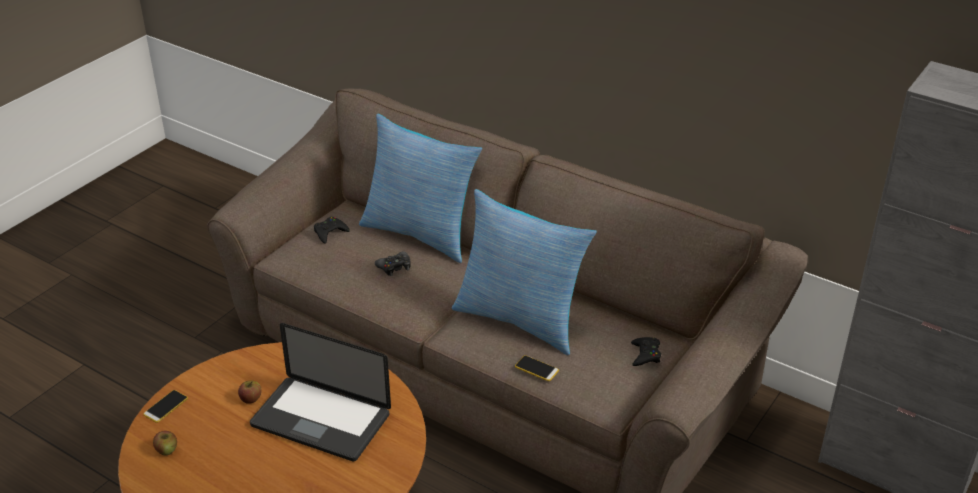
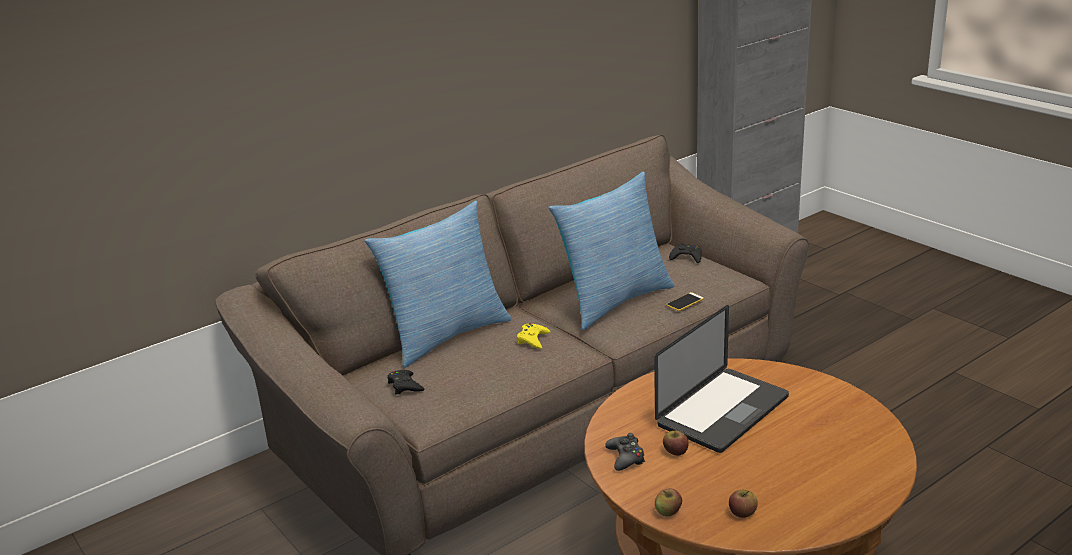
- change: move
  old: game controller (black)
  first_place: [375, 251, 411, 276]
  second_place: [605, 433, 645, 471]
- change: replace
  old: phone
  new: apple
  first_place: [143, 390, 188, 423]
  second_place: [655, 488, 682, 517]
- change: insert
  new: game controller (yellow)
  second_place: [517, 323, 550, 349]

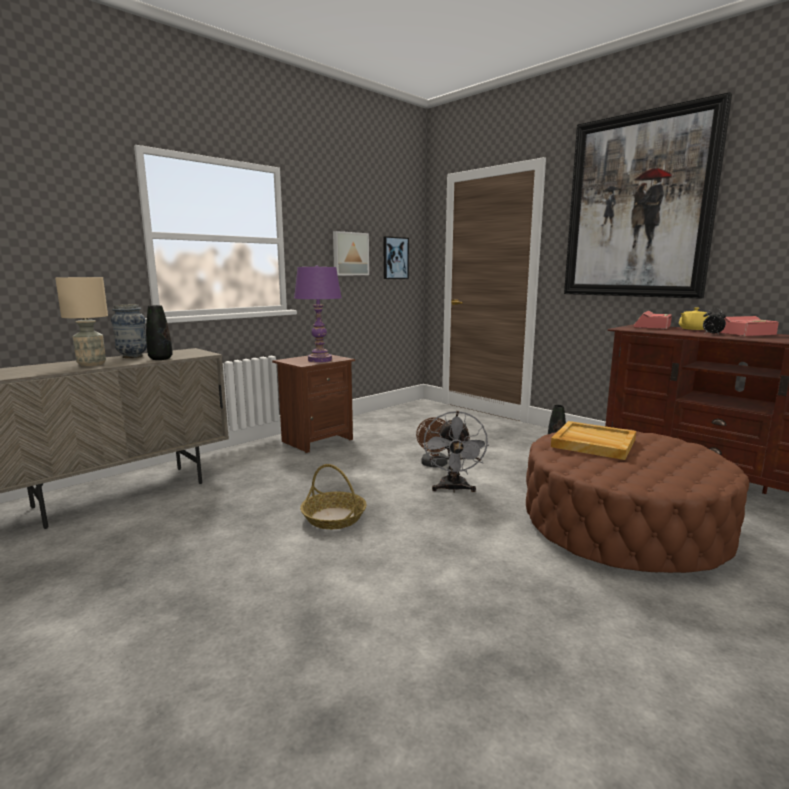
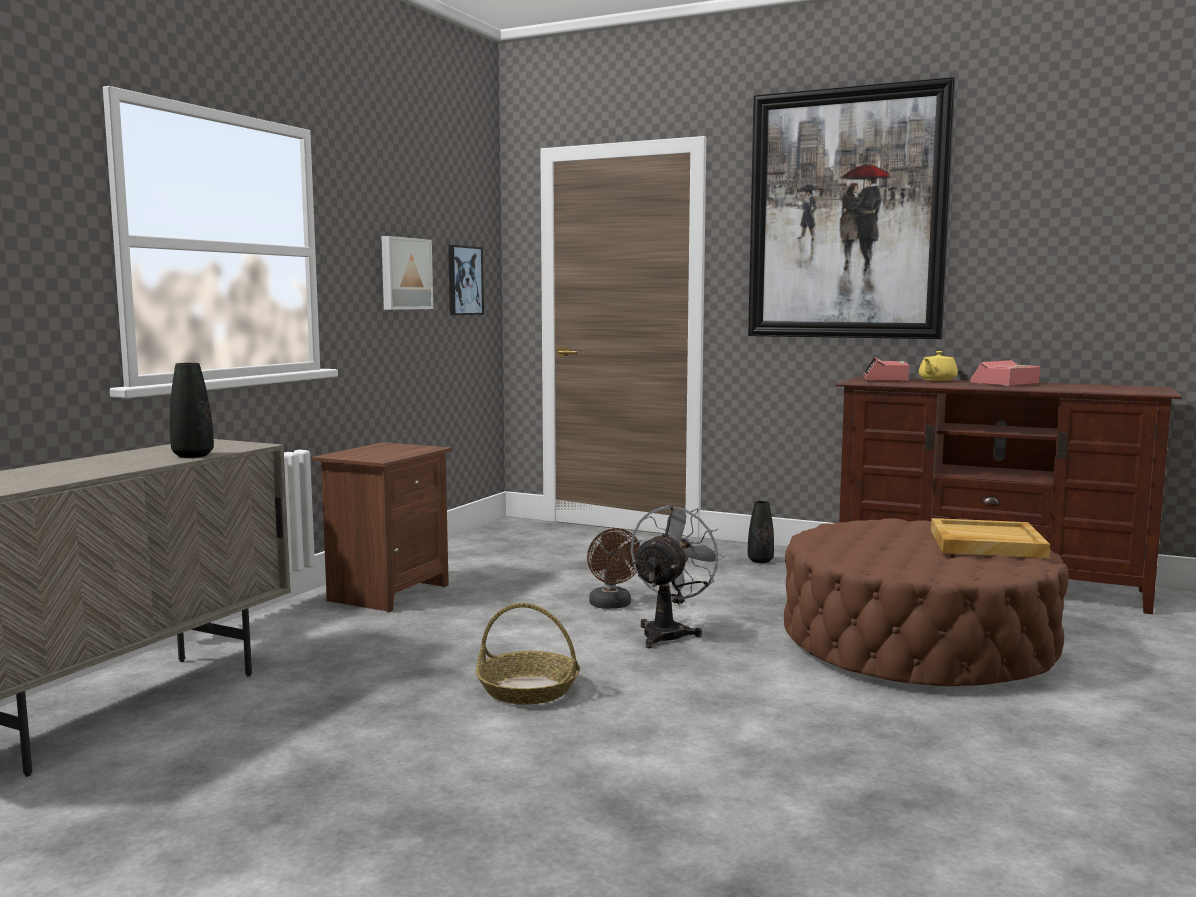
- change: delete
  old: table lamp (purple)
  first_place: [294, 266, 342, 362]
- change: delete
  old: table lamp (beige)
  first_place: [55, 277, 108, 366]
- change: delete
  old: vase
  first_place: [111, 304, 147, 358]
- change: delete
  old: alarm clock
  first_place: [703, 308, 726, 334]
- change: rotate
  old: fan (grey)
  first_place: [424, 411, 489, 493]
  second_place: [631, 504, 725, 648]
  degrees: -135
- change: move
  old: tray (beige)
  first_place: [551, 421, 636, 460]
  second_place: [931, 518, 1050, 558]

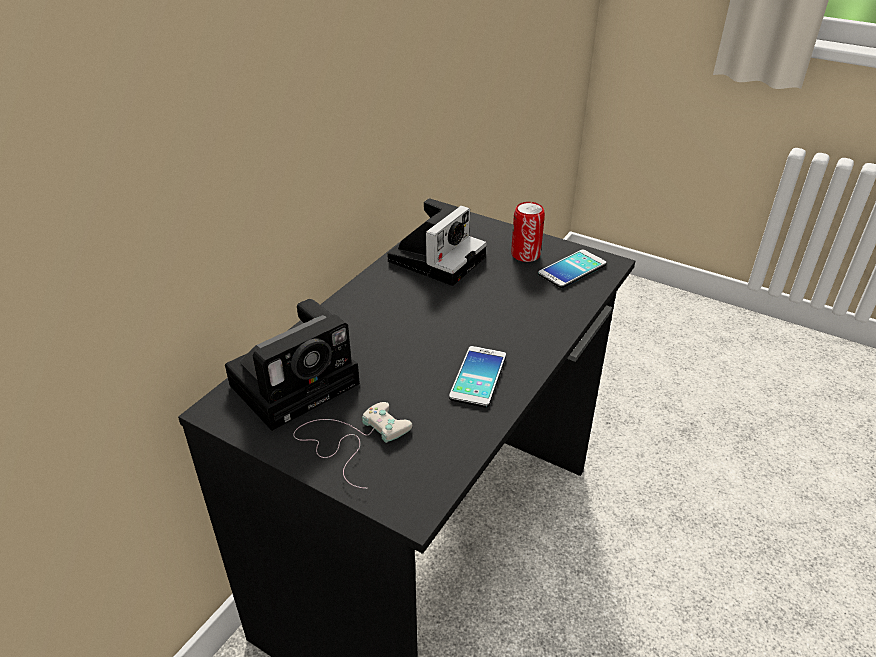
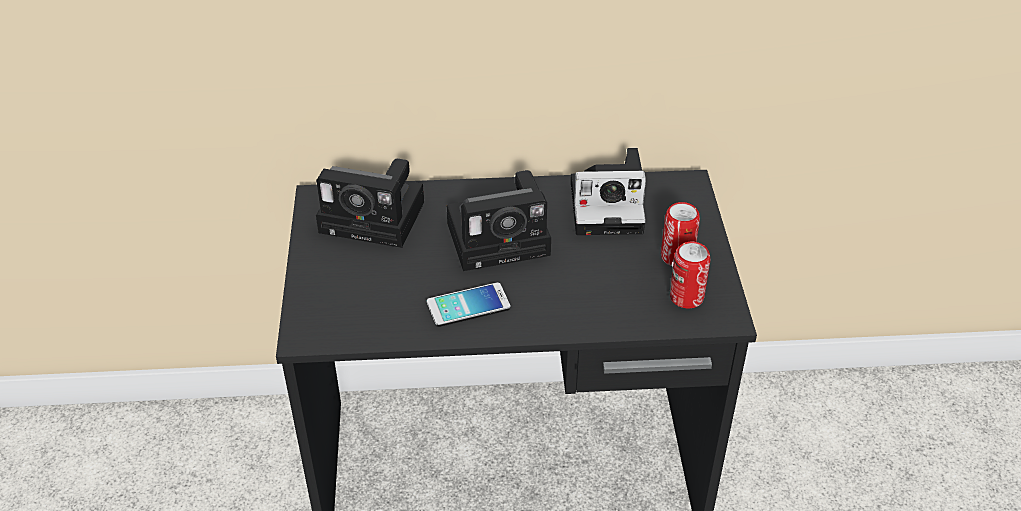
- change: replace
  old: phone
  new: can
  first_place: [538, 249, 606, 288]
  second_place: [670, 242, 710, 308]
- change: delete
  old: game controller (white)
  first_place: [293, 402, 412, 489]
- change: insert
  new: photo camera
  second_place: [446, 170, 551, 271]

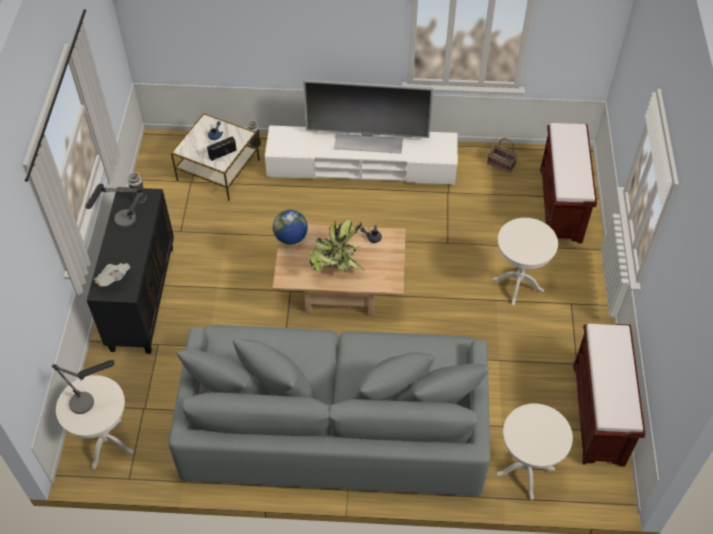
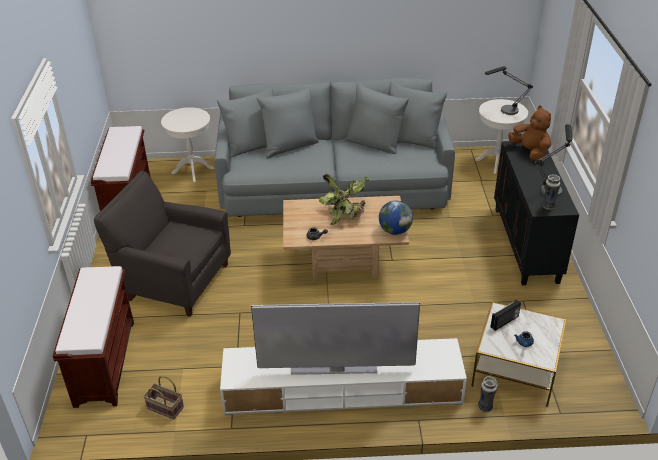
- change: replace
  old: side table (white)
  new: armchair (grey)
  first_place: [492, 218, 558, 306]
  second_place: [94, 171, 231, 317]
- change: replace
  old: newspaper
  new: plush toy (brown)
  first_place: [94, 263, 131, 286]
  second_place: [508, 106, 551, 161]

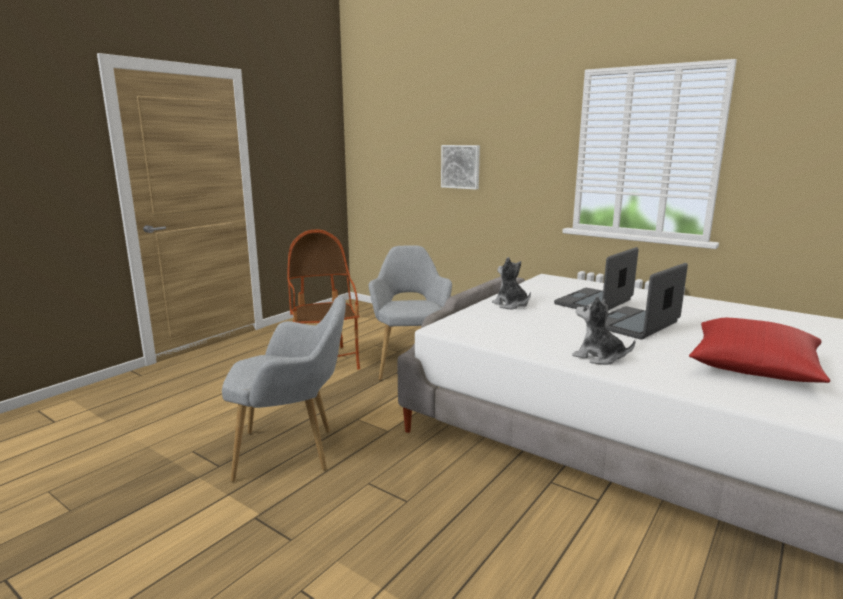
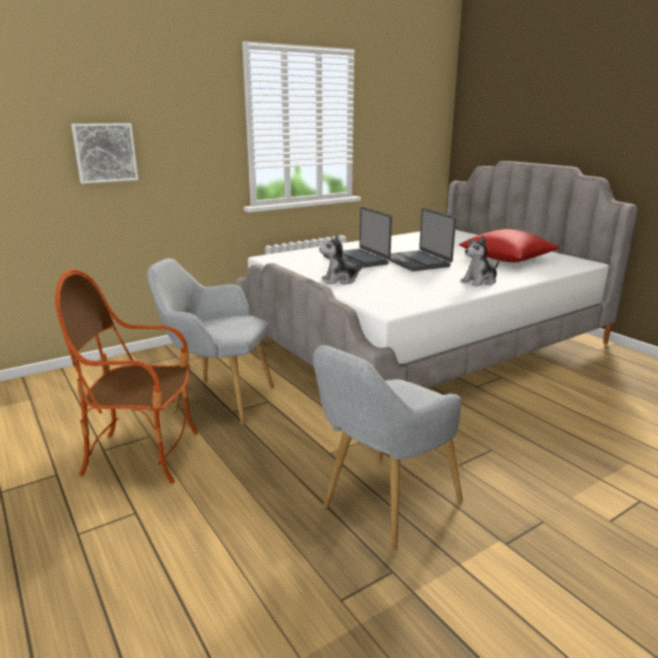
- change: rotate
  old: armchair (grey)
  first_place: [222, 296, 346, 482]
  second_place: [313, 345, 463, 551]
  degrees: -150

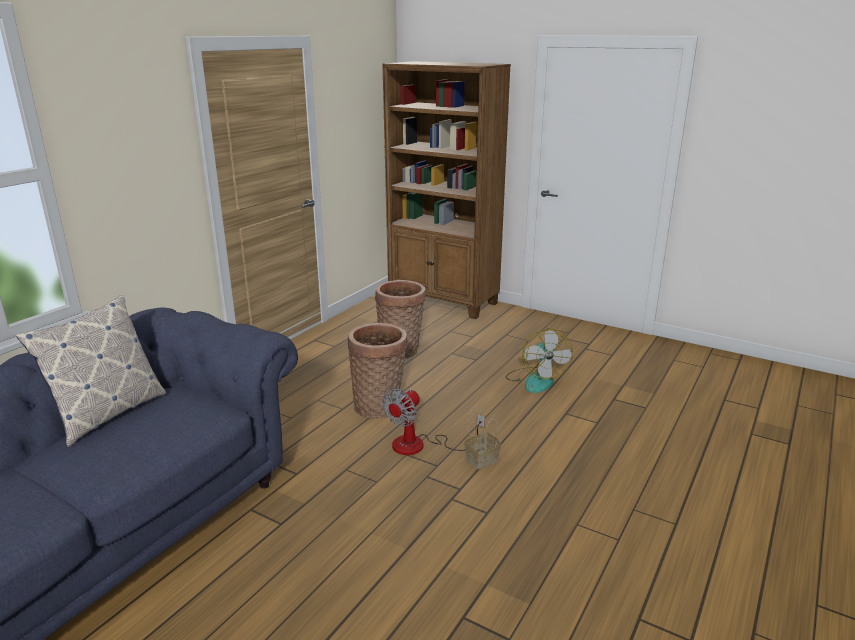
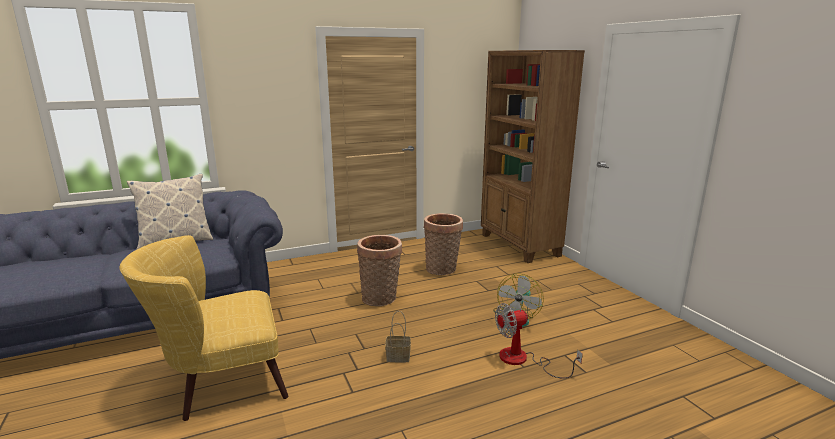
- change: move
  old: fan
  first_place: [382, 389, 485, 455]
  second_place: [495, 303, 583, 379]
- change: insert
  new: armchair (yellow)
  second_place: [119, 235, 288, 421]

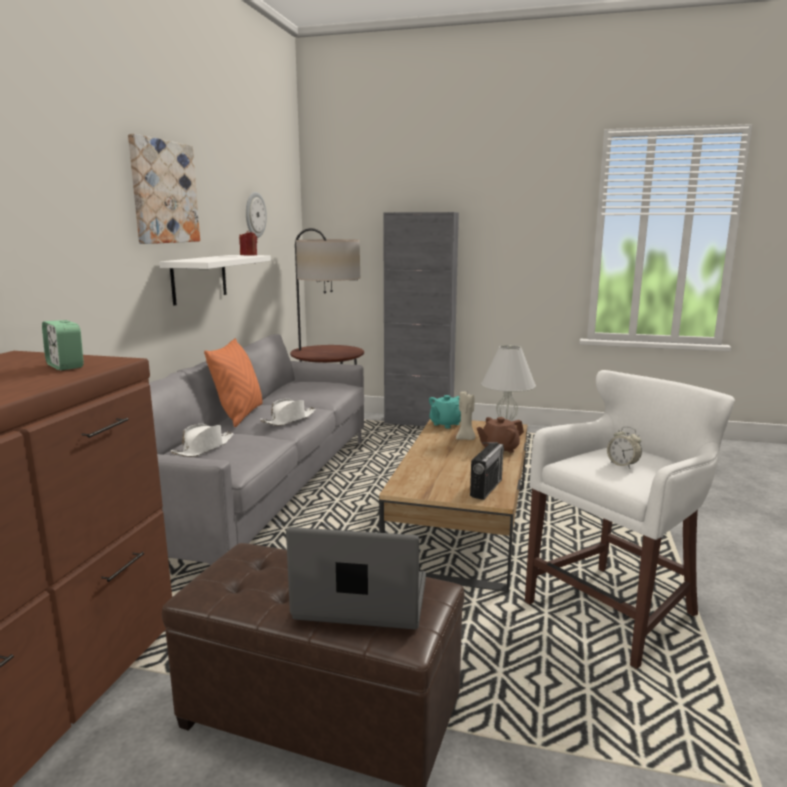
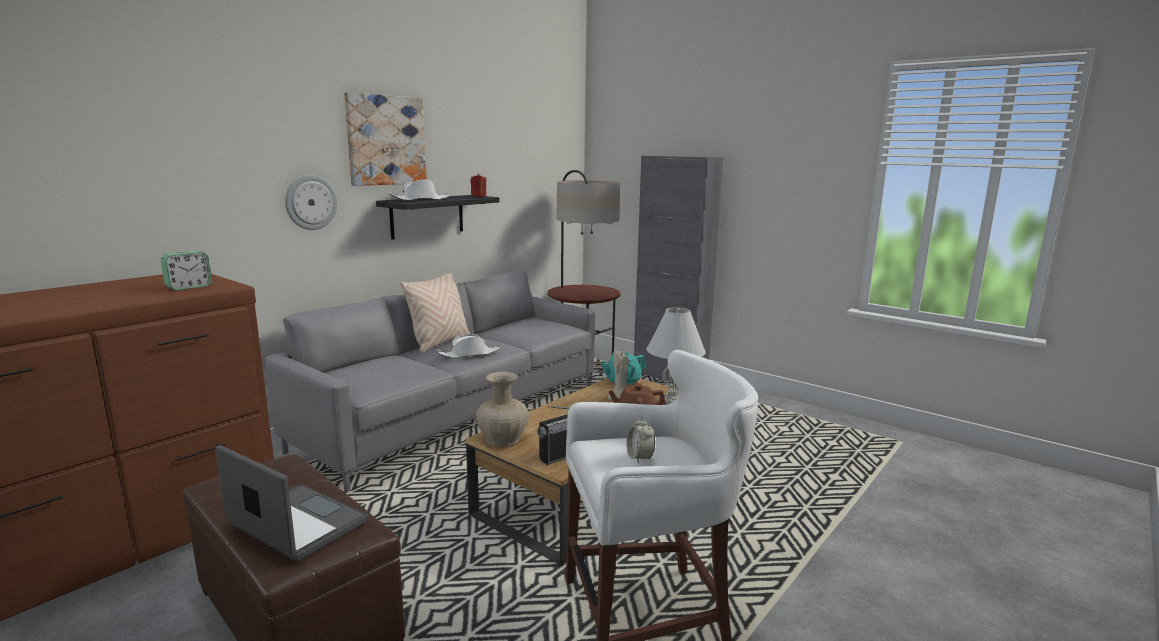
- change: move
  old: wall clock
  first_place: [246, 192, 267, 238]
  second_place: [285, 175, 338, 230]
- change: recolor
  old: shelf (white)
  new: shelf (black)
  first_place: [159, 255, 271, 306]
  second_place: [376, 195, 500, 239]
- change: rotate
  old: alarm clock
  first_place: [42, 320, 84, 370]
  second_place: [161, 251, 212, 290]
  degrees: -120
- change: recolor
  old: pillow (orange)
  new: pillow (beige)
  first_place: [204, 338, 263, 427]
  second_place: [400, 272, 470, 354]
- change: move
  old: hat (white)
  first_place: [171, 424, 234, 457]
  second_place: [389, 179, 450, 201]
- change: insert
  new: vase (beige)
  second_place: [476, 372, 529, 447]

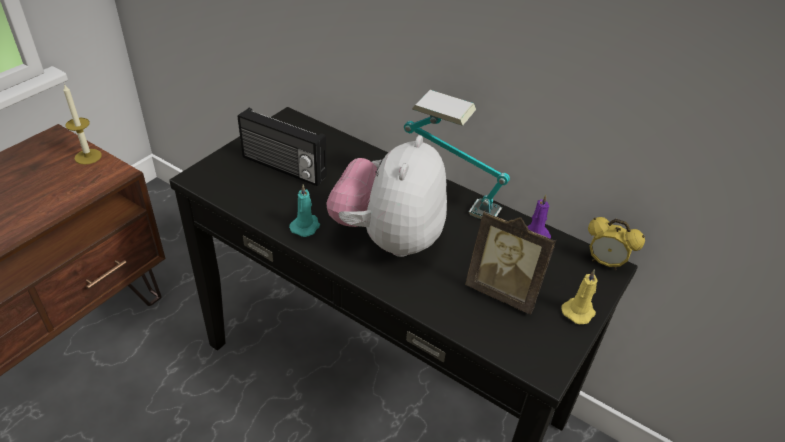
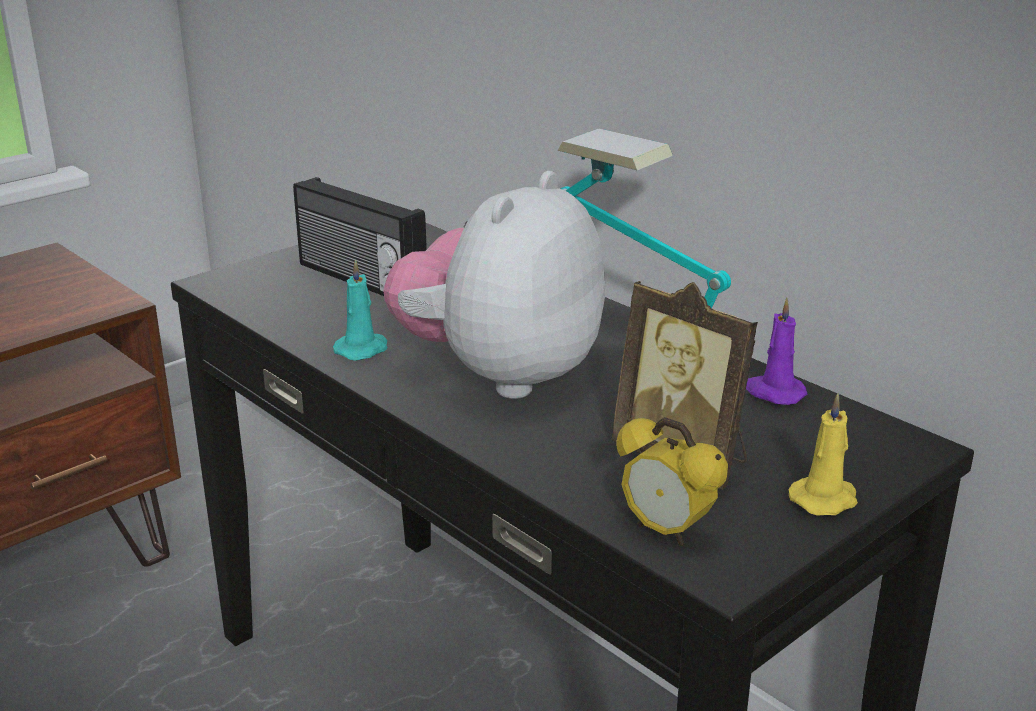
- change: delete
  old: candle
  first_place: [63, 83, 102, 165]
- change: move
  old: alarm clock
  first_place: [588, 217, 645, 270]
  second_place: [617, 417, 728, 546]

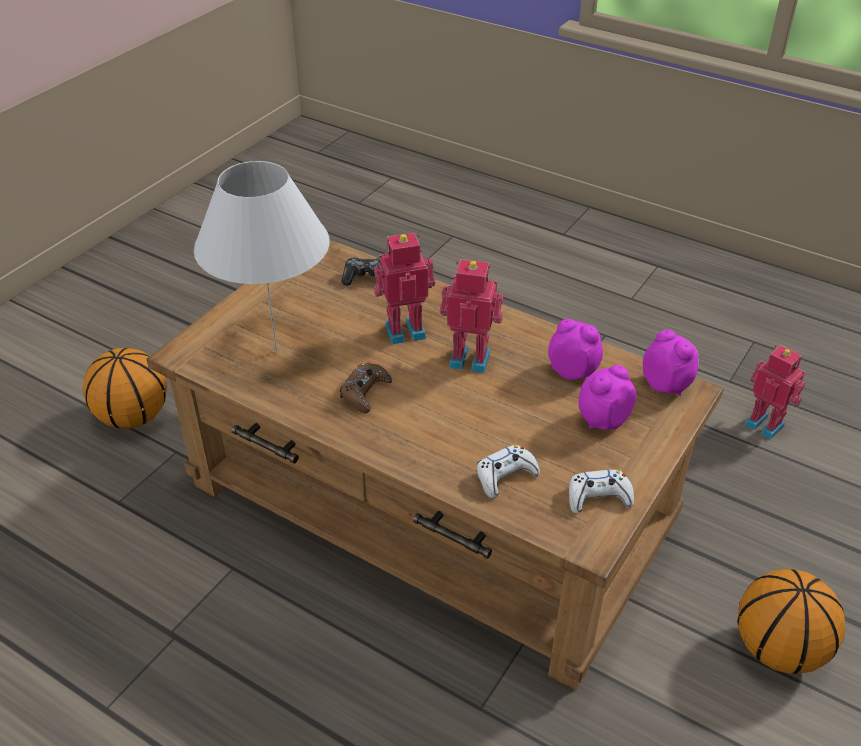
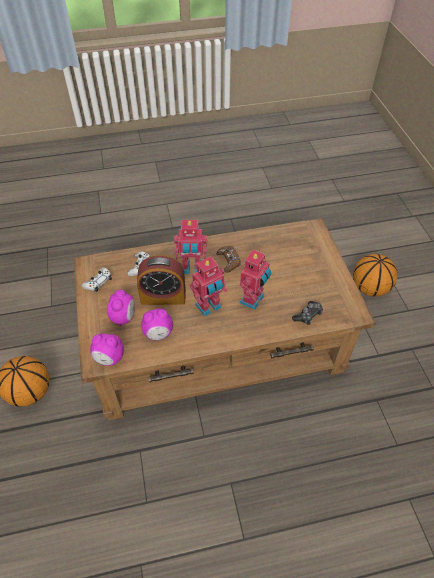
- change: delete
  old: table lamp (white)
  first_place: [194, 161, 330, 352]
- change: move
  old: toy robot
  first_place: [745, 345, 805, 439]
  second_place: [174, 220, 207, 274]
- change: insert
  new: alarm clock
  second_place: [137, 255, 186, 305]

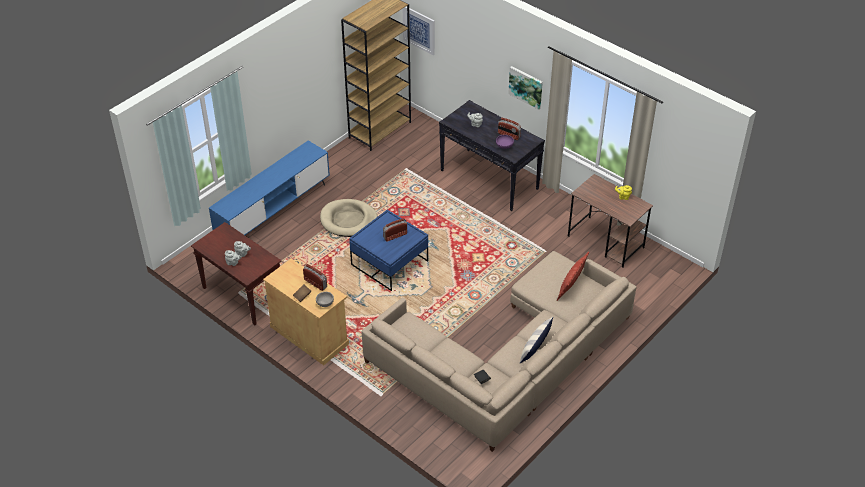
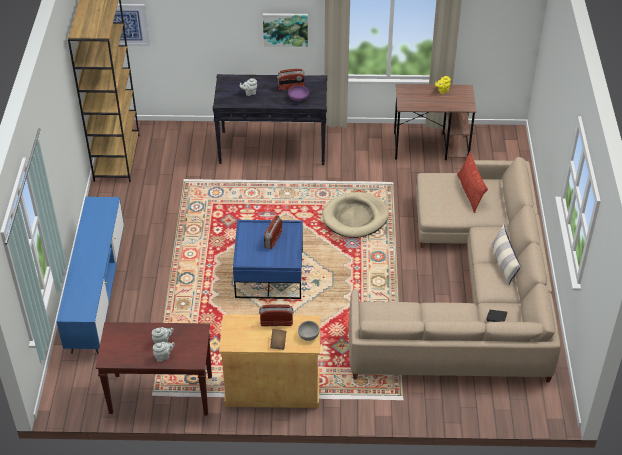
- change: move
  old: dog bed (beige)
  first_place: [320, 199, 378, 237]
  second_place: [322, 192, 389, 238]

